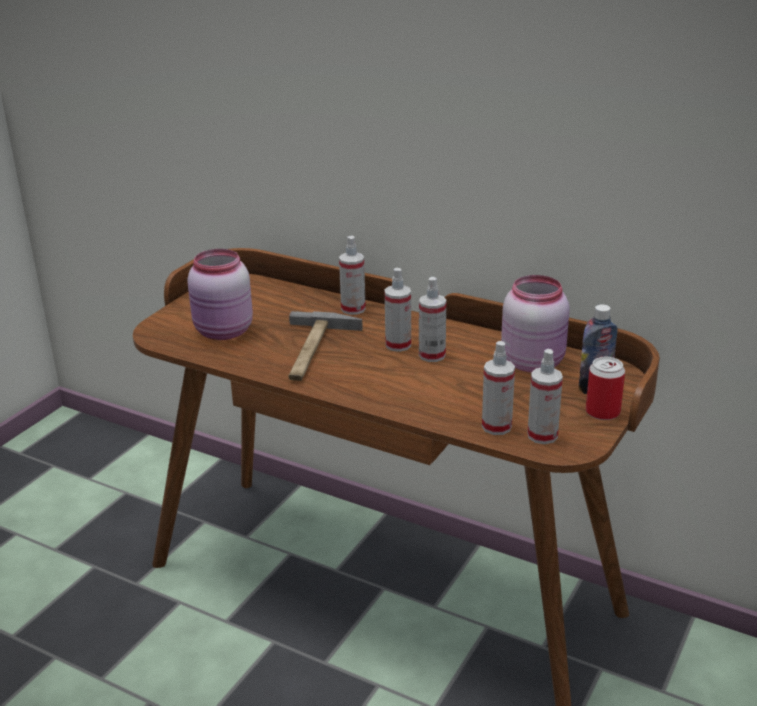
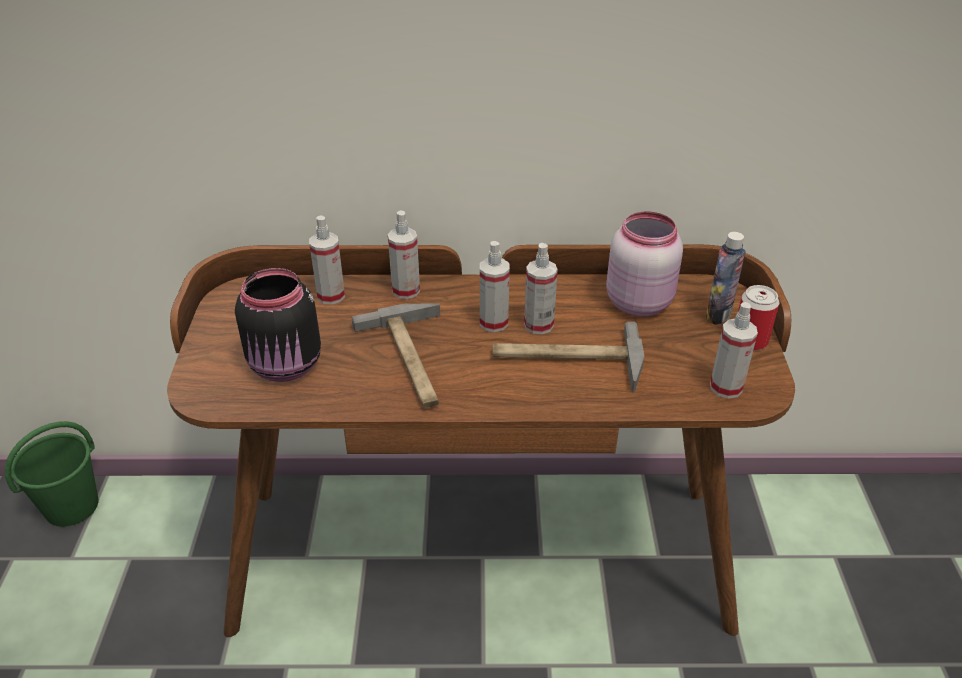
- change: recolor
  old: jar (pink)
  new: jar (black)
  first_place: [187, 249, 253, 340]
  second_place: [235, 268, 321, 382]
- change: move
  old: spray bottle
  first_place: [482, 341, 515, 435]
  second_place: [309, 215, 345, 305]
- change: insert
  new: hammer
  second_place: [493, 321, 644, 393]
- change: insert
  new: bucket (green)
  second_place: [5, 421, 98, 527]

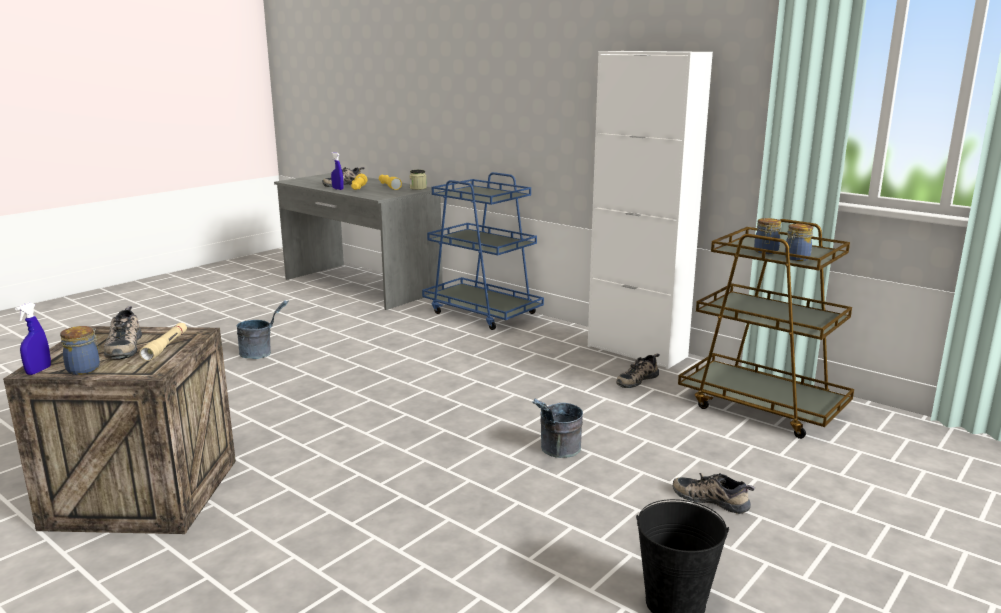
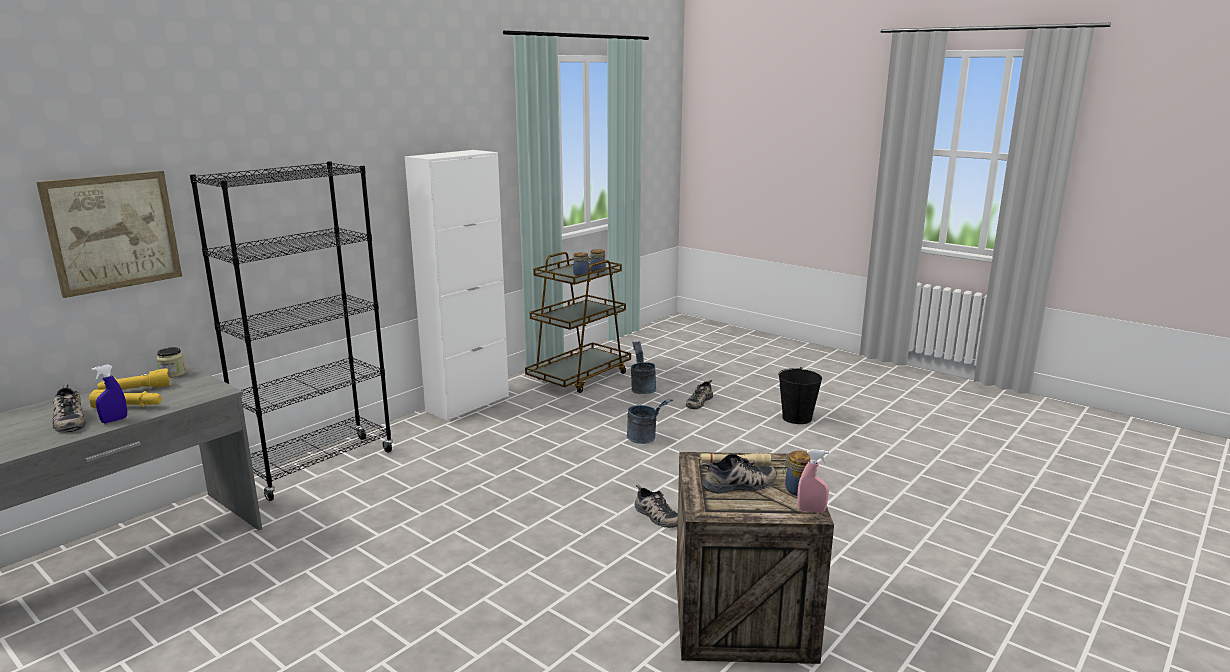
- change: replace
  old: cart (blue)
  new: bookcase (black)
  first_place: [422, 172, 544, 330]
  second_place: [190, 161, 393, 501]
- change: move
  old: bucket (grey)
  first_place: [237, 300, 288, 359]
  second_place: [631, 341, 656, 394]
- change: recolor
  old: spray bottle (blue)
  new: spray bottle (pink)
  first_place: [15, 302, 51, 375]
  second_place: [797, 449, 829, 513]
- change: move
  old: shoe
  first_place: [616, 354, 660, 388]
  second_place: [635, 484, 678, 528]
- change: insert
  new: picture
  second_place: [36, 171, 182, 298]

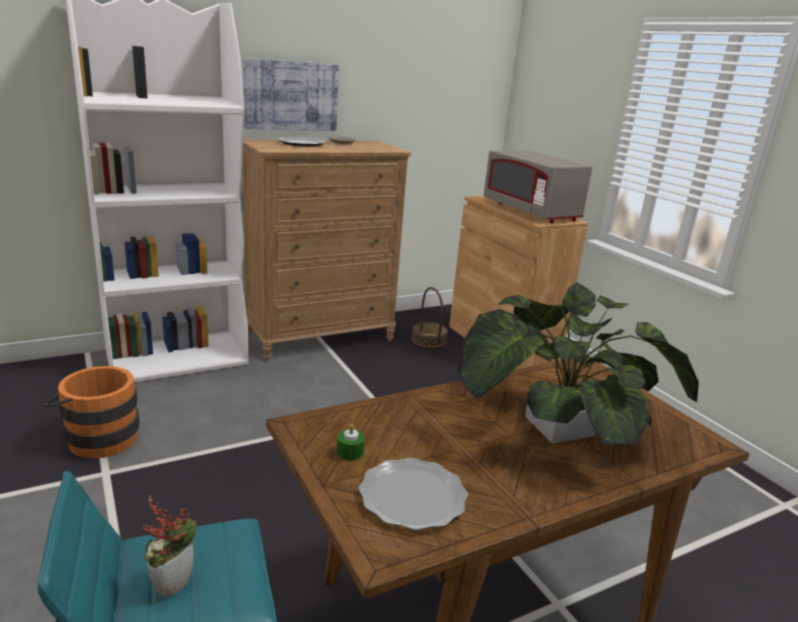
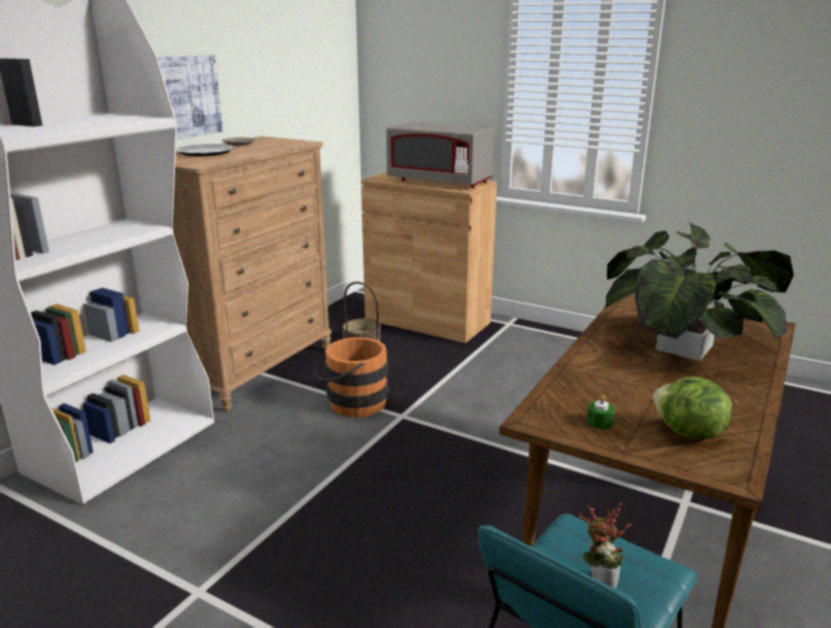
- change: move
  old: bucket (orange)
  first_place: [43, 366, 140, 459]
  second_place: [314, 337, 389, 417]
- change: replace
  old: plate
  new: lettuce
  first_place: [359, 458, 468, 530]
  second_place: [653, 377, 732, 439]

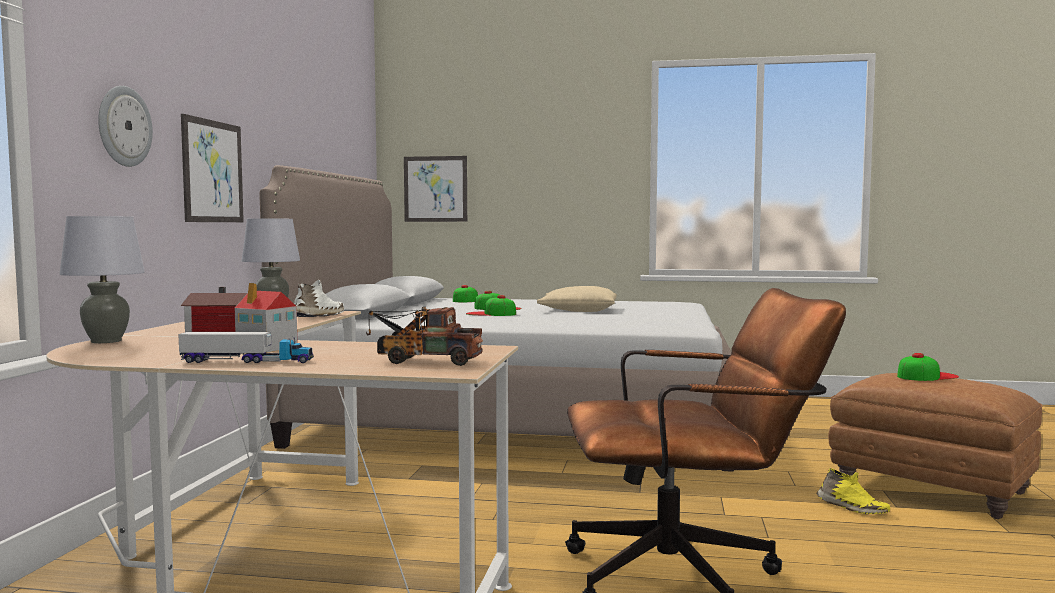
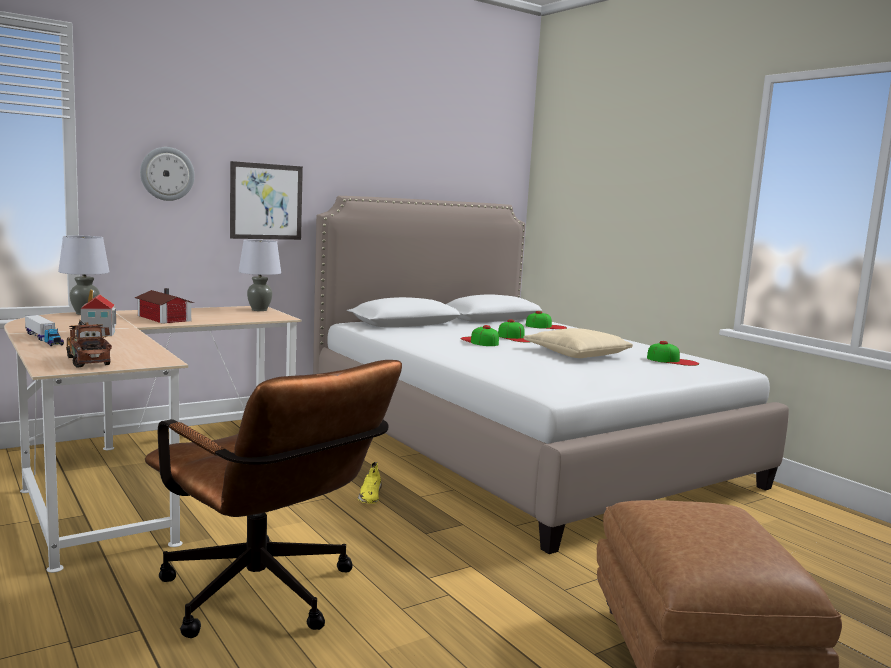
- change: delete
  old: picture
  first_place: [404, 156, 467, 222]
- change: delete
  old: shoe (white)
  first_place: [294, 280, 344, 317]
- change: move
  old: cap
  first_place: [897, 353, 959, 381]
  second_place: [647, 341, 699, 366]
- change: move
  old: shoe (yellow)
  first_place: [816, 468, 890, 514]
  second_place: [358, 462, 382, 504]

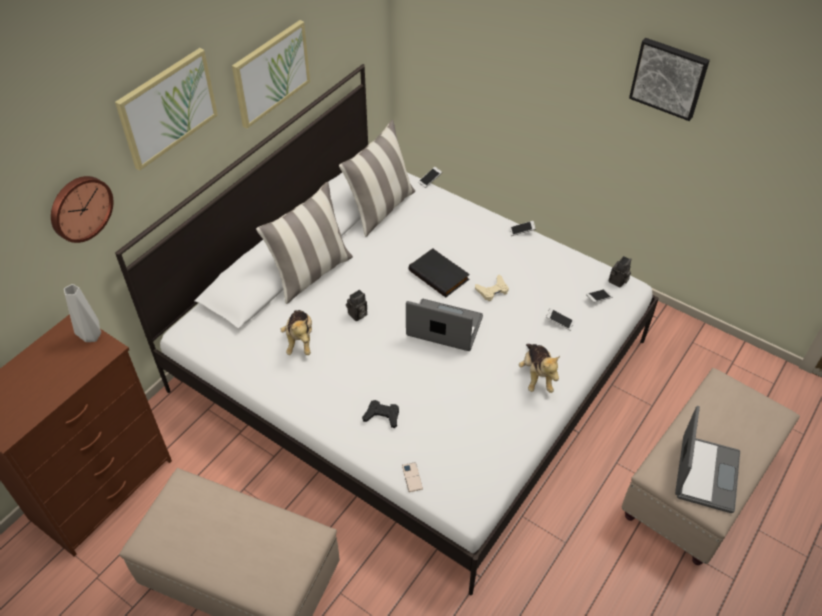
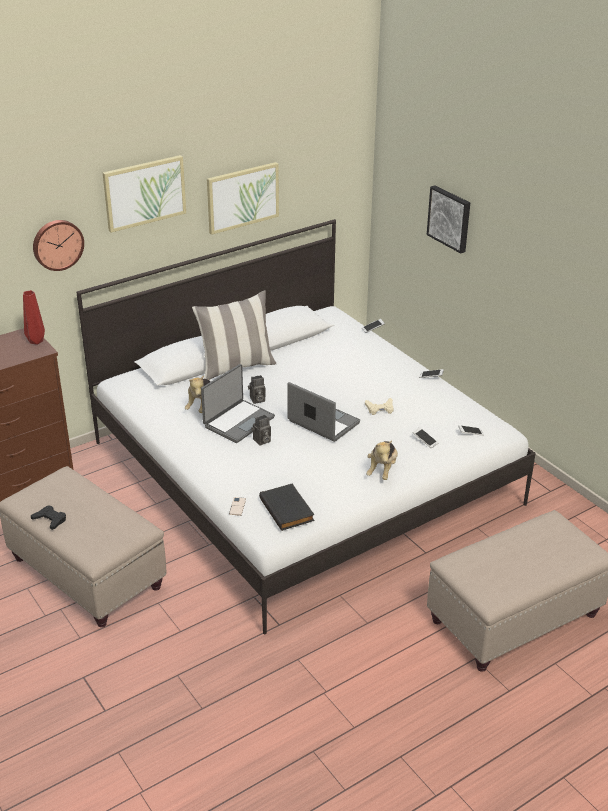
- change: move
  old: picture
  first_place: [629, 38, 710, 121]
  second_place: [427, 185, 470, 253]
- change: delete
  old: pillow
  first_place: [339, 120, 415, 237]
- change: move
  old: book (black)
  first_place: [409, 248, 470, 297]
  second_place: [259, 484, 315, 531]
- change: move
  old: photo camera
  first_place: [609, 256, 631, 287]
  second_place: [251, 415, 271, 445]
- change: recolor
  old: vase (grey)
  new: vase (red)
  first_place: [64, 284, 101, 342]
  second_place: [23, 290, 45, 345]
- change: move
  old: game controller (black)
  first_place: [362, 400, 399, 428]
  second_place: [31, 505, 66, 530]
- change: move
  old: laptop
  first_place: [675, 406, 740, 513]
  second_place: [201, 364, 275, 443]

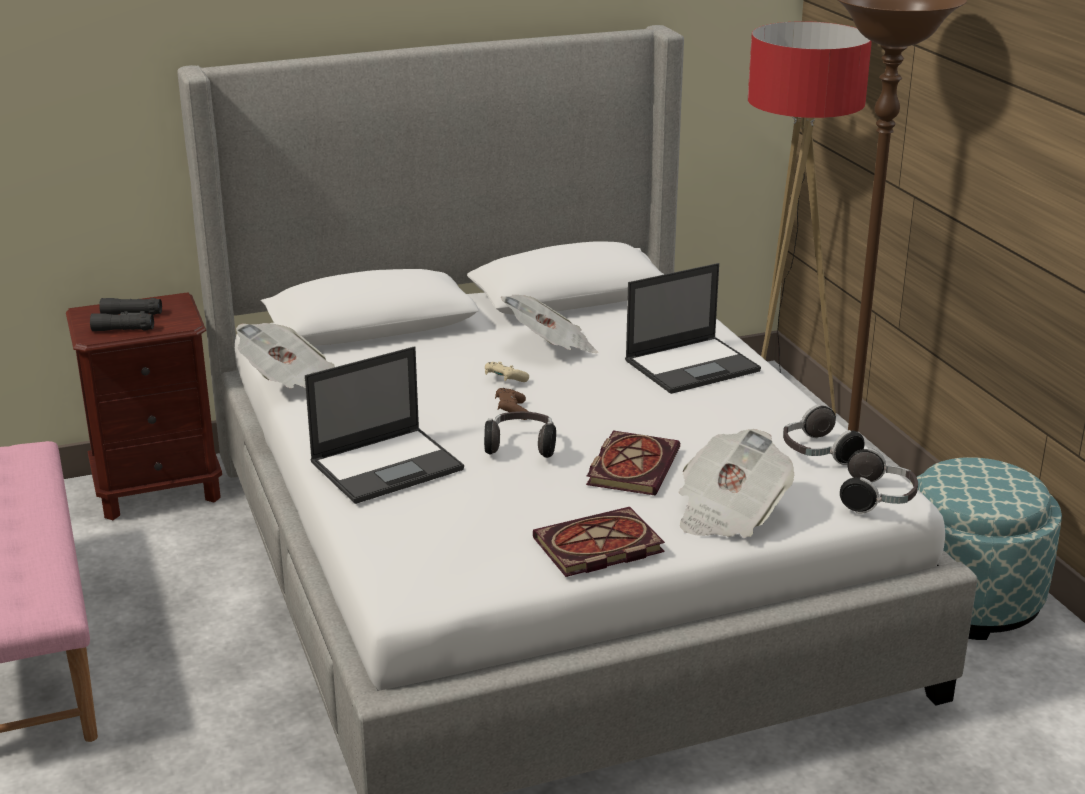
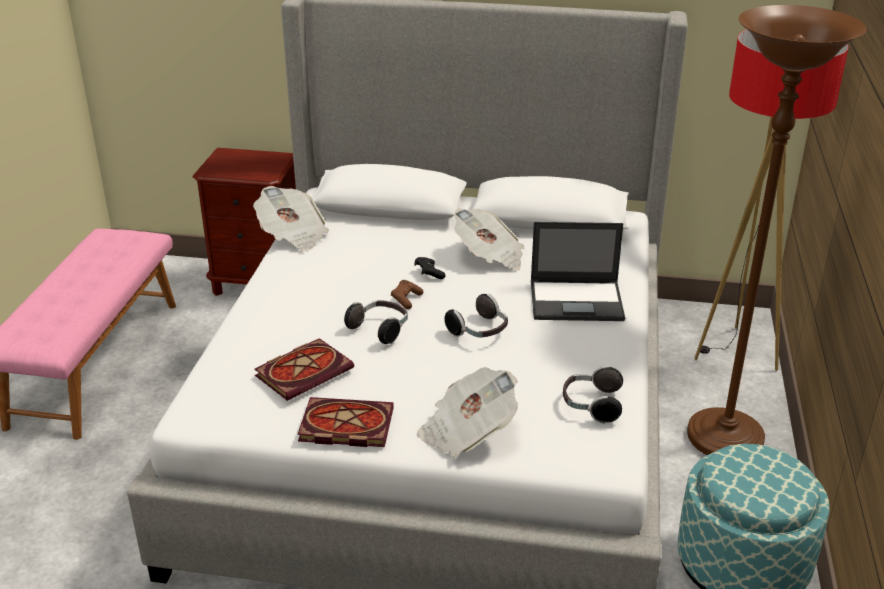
- change: delete
  old: binoculars (black)
  first_place: [90, 298, 162, 331]
- change: delete
  old: laptop
  first_place: [305, 346, 464, 504]
- change: recolor
  old: game controller (beige)
  new: game controller (black)
  first_place: [485, 362, 529, 382]
  second_place: [414, 257, 445, 279]
- change: move
  old: book
  first_place: [586, 430, 680, 495]
  second_place: [254, 338, 354, 401]
- change: move
  old: headphones
  first_place: [840, 448, 918, 514]
  second_place: [444, 294, 508, 337]

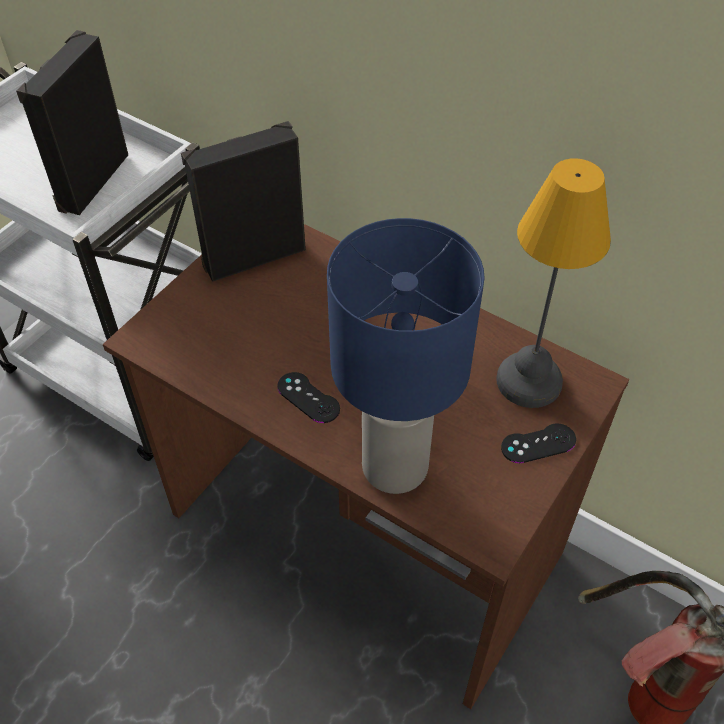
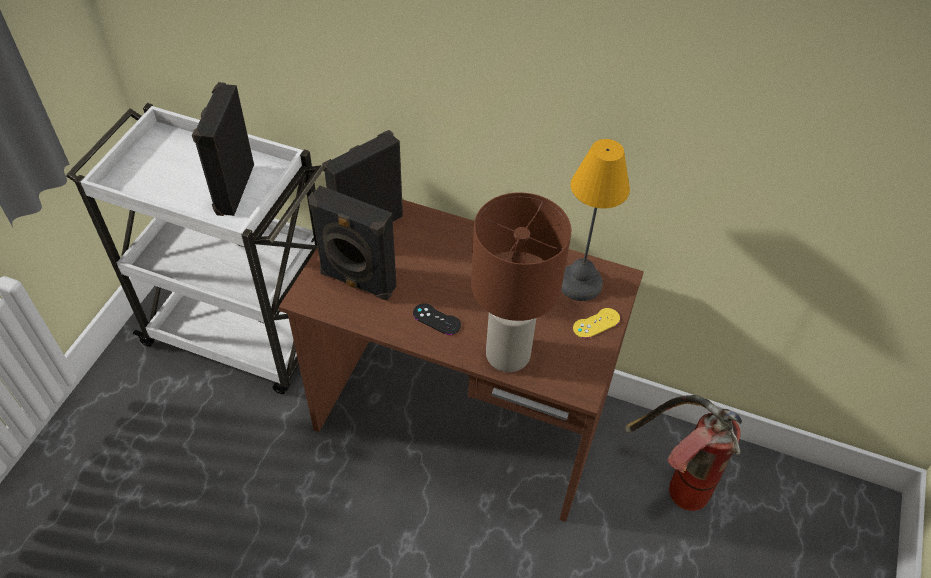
- change: recolor
  old: table lamp (blue)
  new: table lamp (brown)
  first_place: [327, 218, 485, 494]
  second_place: [471, 192, 571, 372]
- change: recolor
  old: game controller (black)
  new: game controller (yellow)
  first_place: [501, 423, 576, 463]
  second_place: [573, 308, 620, 338]
- change: insert
  new: speaker (black)
  second_place: [308, 186, 396, 300]

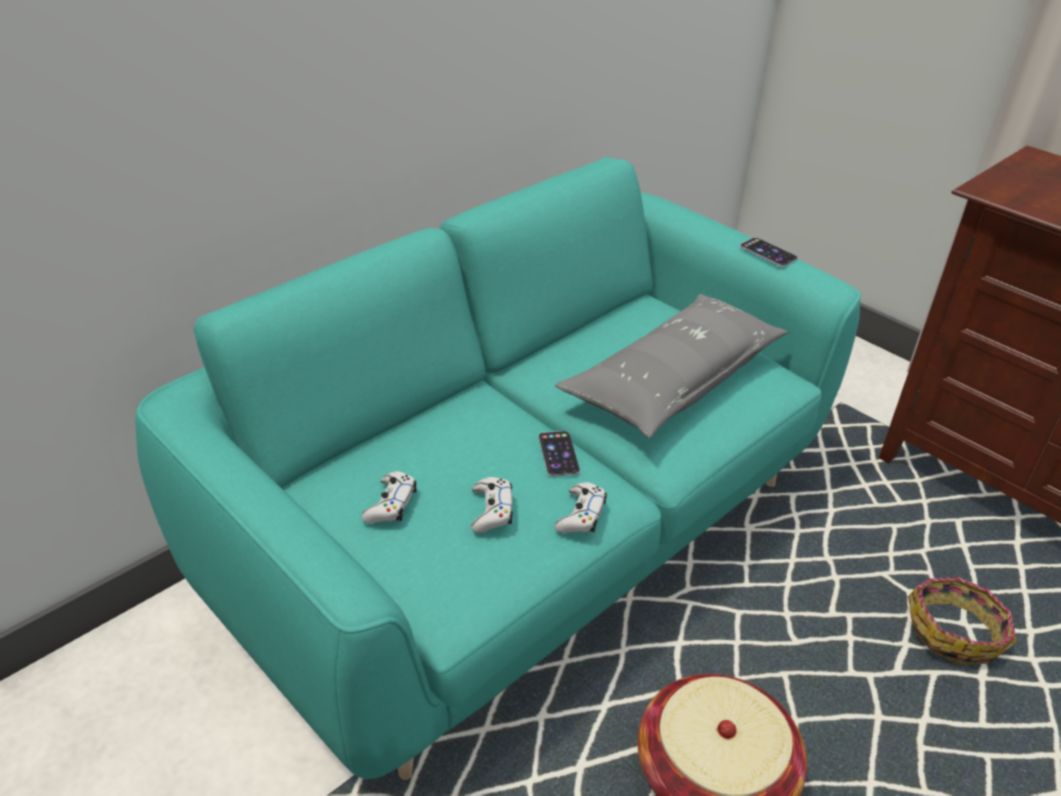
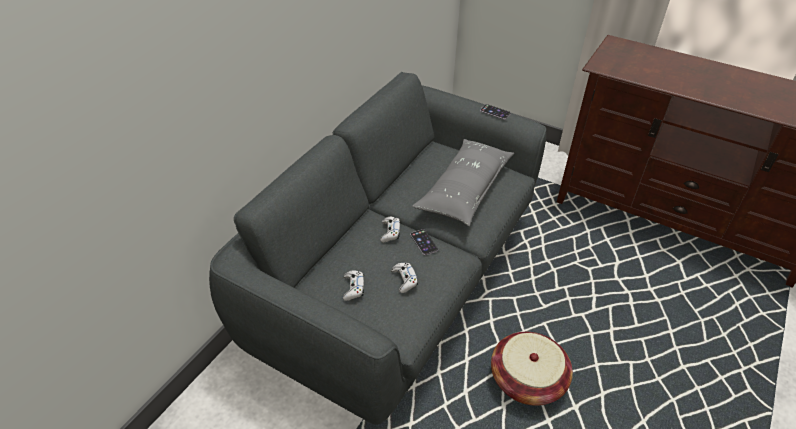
- change: recolor
  old: sofa (turquoise)
  new: sofa (grey)
  first_place: [135, 157, 861, 780]
  second_place: [209, 72, 546, 425]
- change: move
  old: game controller (white)
  first_place: [555, 482, 607, 533]
  second_place: [380, 217, 400, 242]
- change: delete
  old: basket
  first_place: [908, 577, 1017, 665]

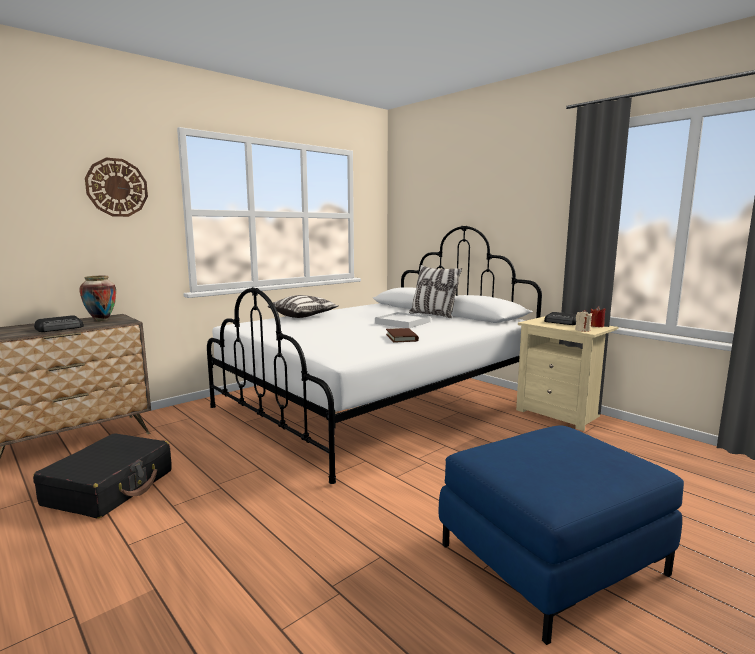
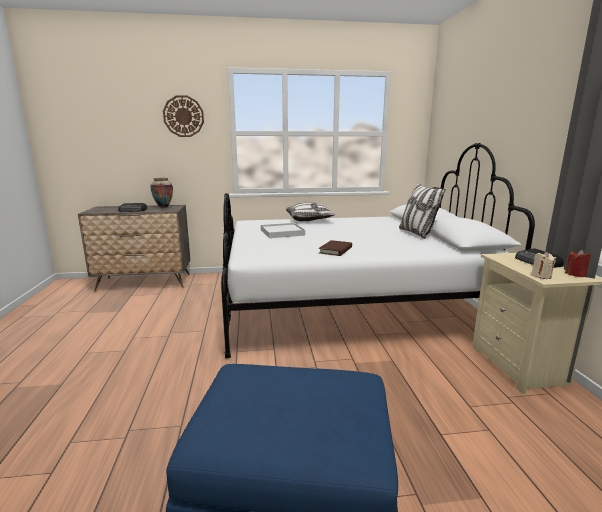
- change: move
  old: tray (white)
  first_place: [375, 312, 431, 328]
  second_place: [261, 223, 305, 238]
- change: delete
  old: suitcase (black)
  first_place: [33, 433, 172, 519]

